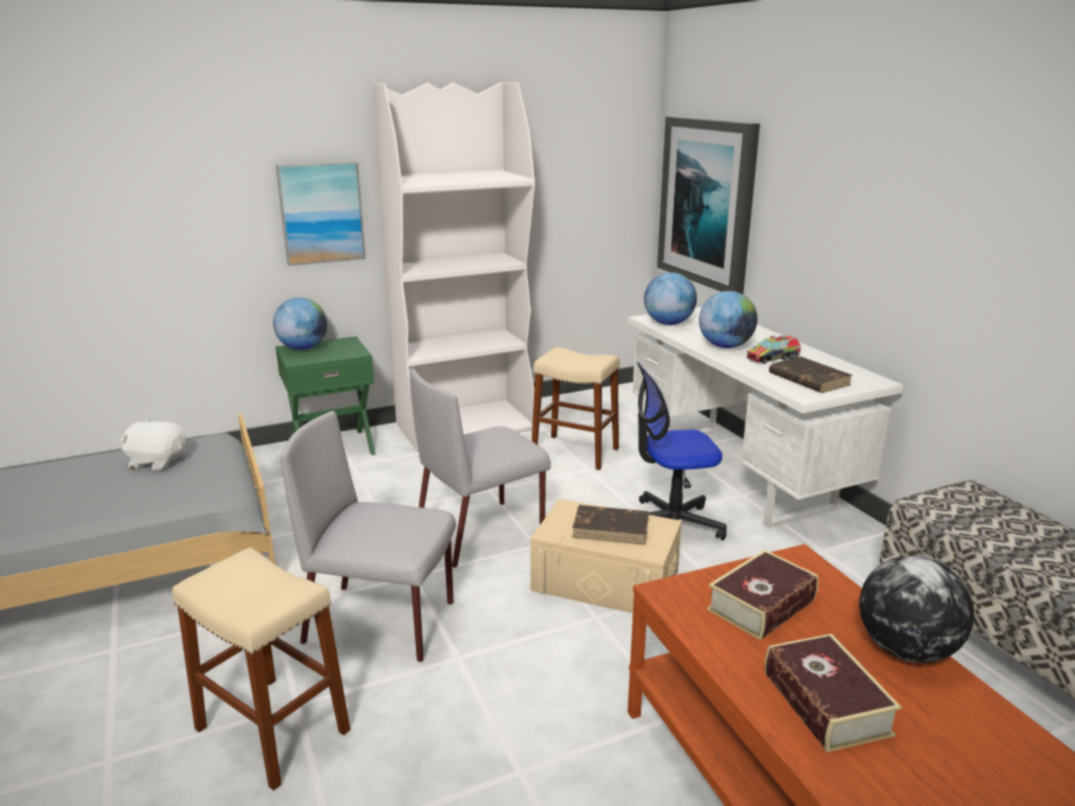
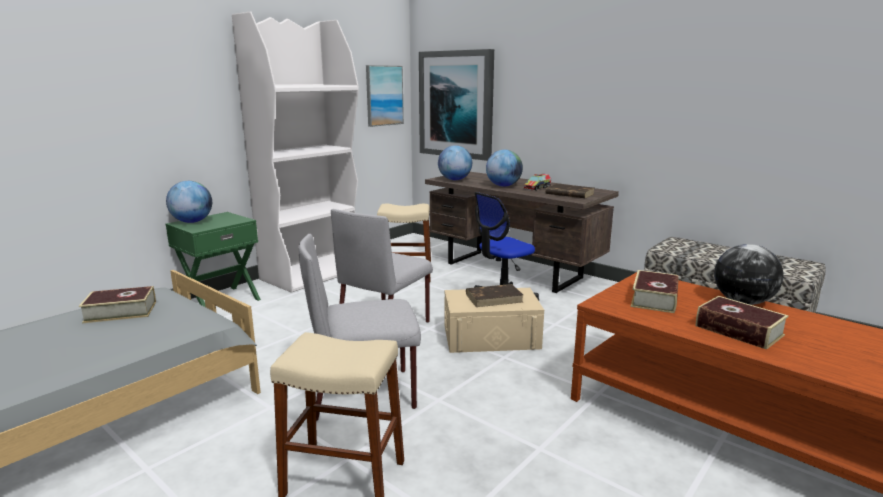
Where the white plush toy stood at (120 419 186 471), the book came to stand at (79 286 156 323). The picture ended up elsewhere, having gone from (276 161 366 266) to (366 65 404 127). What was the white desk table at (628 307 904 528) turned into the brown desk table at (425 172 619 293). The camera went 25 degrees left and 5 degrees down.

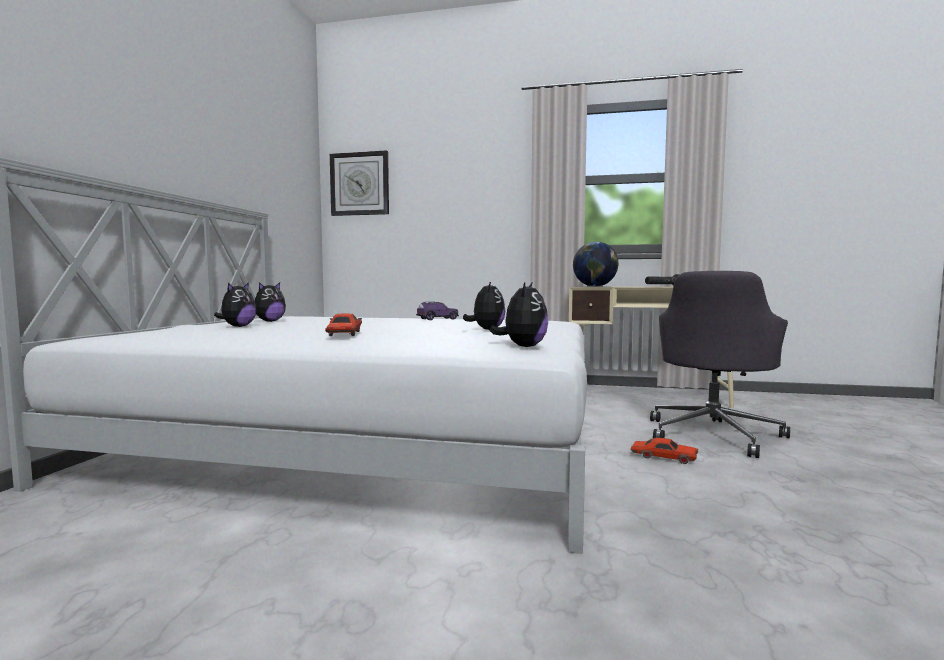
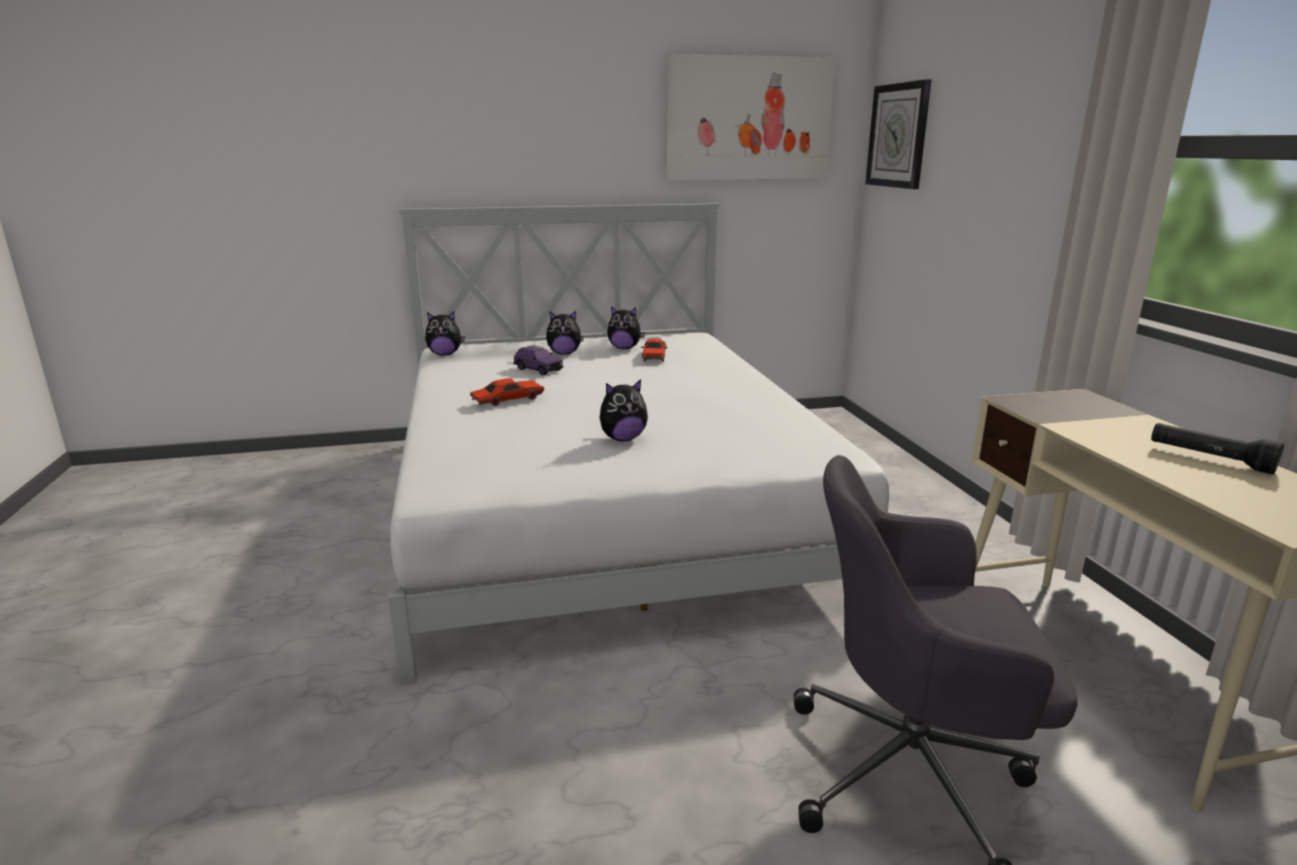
The plush toy ended up elsewhere, having gone from (490 281 548 347) to (425 312 465 355). The purple-coloured miniature car ended up elsewhere, having gone from (416 302 459 320) to (513 345 563 375). The red miniature car ended up elsewhere, having gone from (630 438 698 464) to (641 338 667 362). The second view gained the picture at (665 54 835 180). The second view lost the desk globe at (573 242 619 287). The camera went 65 degrees right and 15 degrees up.

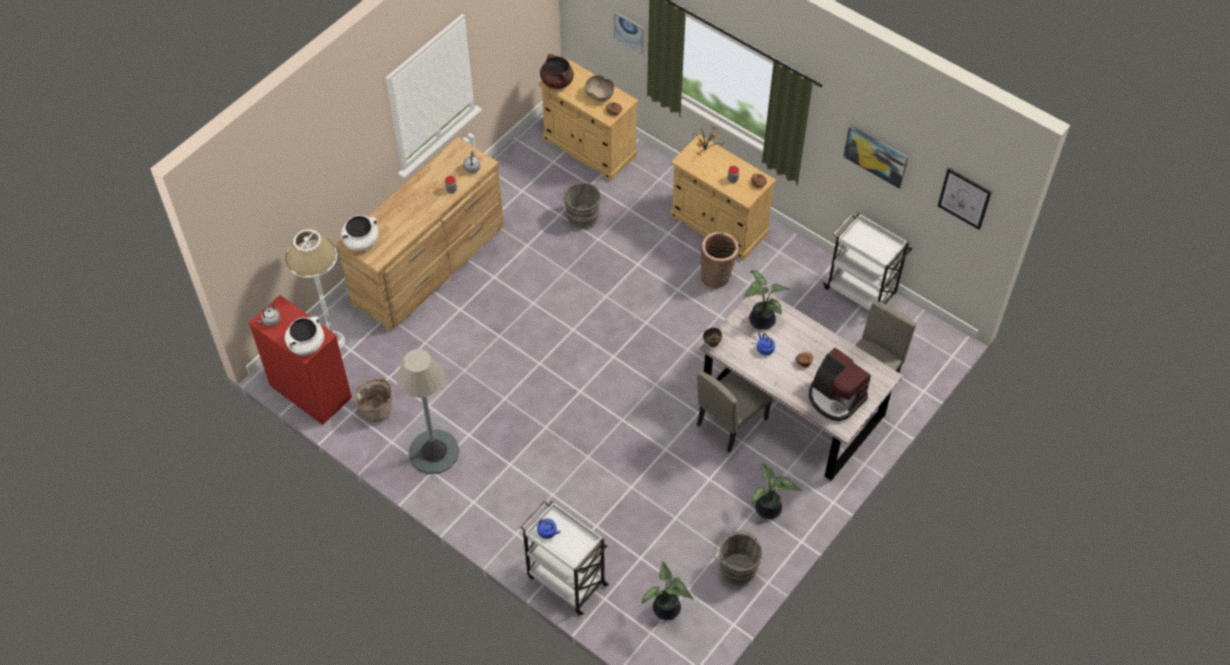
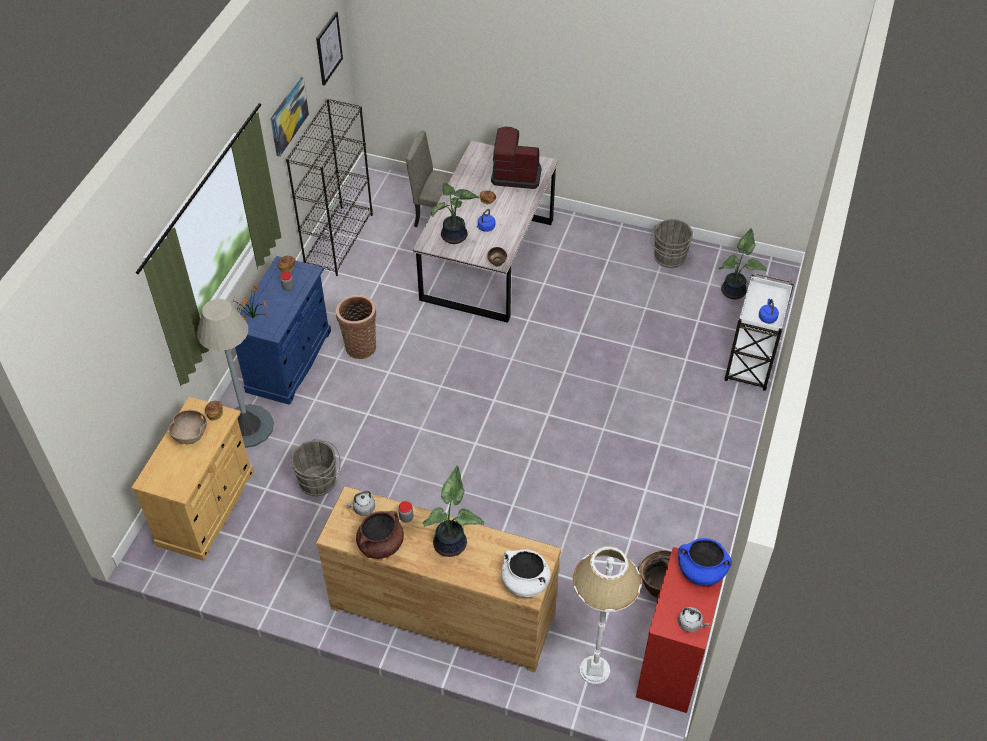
The gray standard lamp ended up elsewhere, having gone from (396 349 460 474) to (197 299 274 448). What was the beige cupboard at (670 135 776 260) turned into the blue-coloured cupboard at (235 256 331 405). Where the white trolley stood at (823 213 912 311), the blackish shelving unit came to stand at (286 98 373 276). The brown stockpot ended up elsewhere, having gone from (540 54 574 89) to (356 511 404 559). The houseplant ended up elsewhere, having gone from (752 463 802 519) to (423 466 484 557). The coffee machine at (809 348 871 421) ended up facing another way, 105 degrees counterclockwise from before. What was the white stockpot at (285 316 324 356) turned into the blue-coloured stockpot at (678 538 732 586). The second view lost the picture at (614 12 644 55). The second view lost the beige upright chair at (697 371 773 452). The camera went 110 degrees left and 5 degrees down.

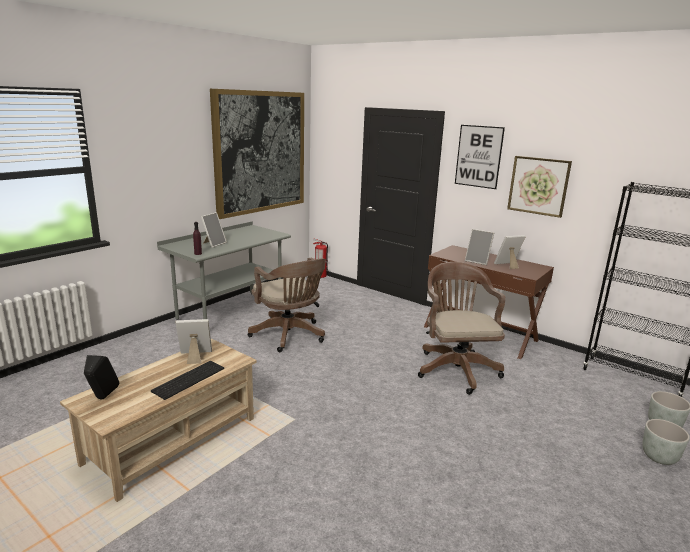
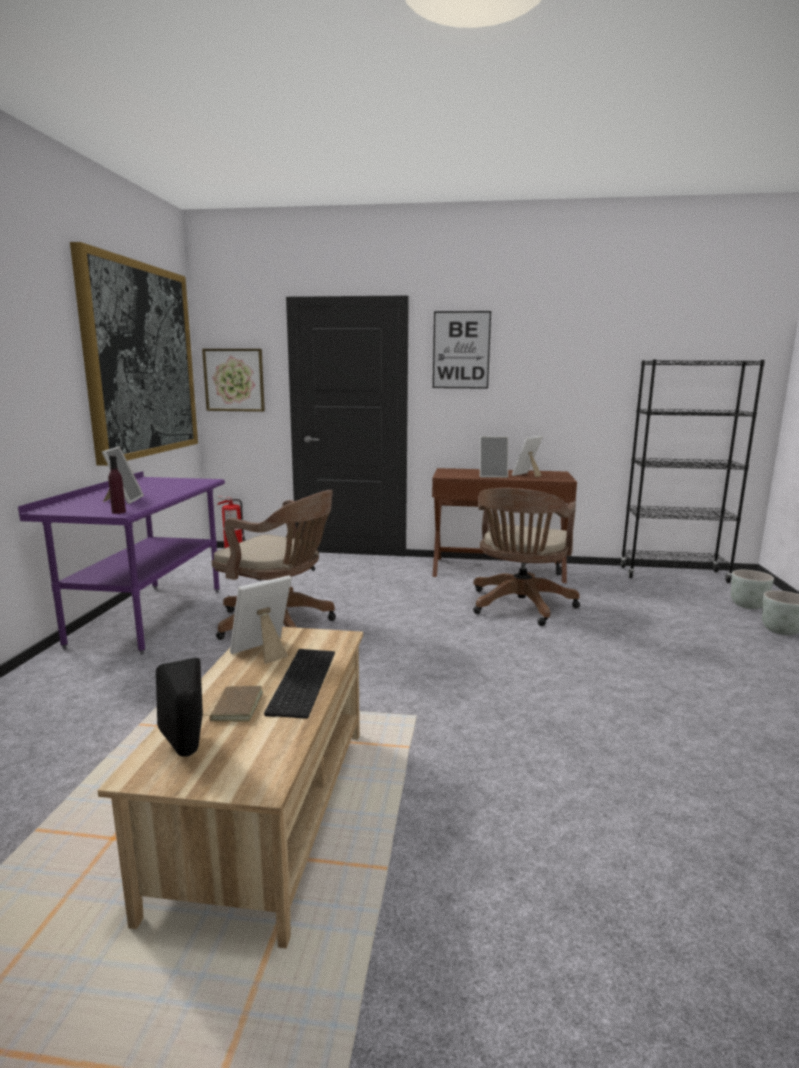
What was the gray desk table at (157 221 291 320) turned into the purple-coloured desk table at (18 471 225 655). The picture ended up elsewhere, having gone from (507 156 572 218) to (202 349 265 412). The second view gained the brown book at (203 686 263 722). The brown computer chair at (418 262 506 395) ended up facing another way, 120 degrees counterclockwise from before. The camera went 30 degrees left and 5 degrees down.

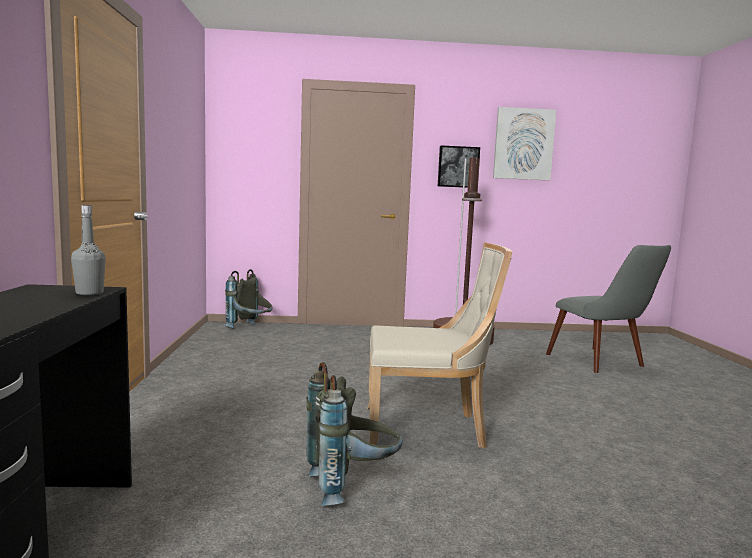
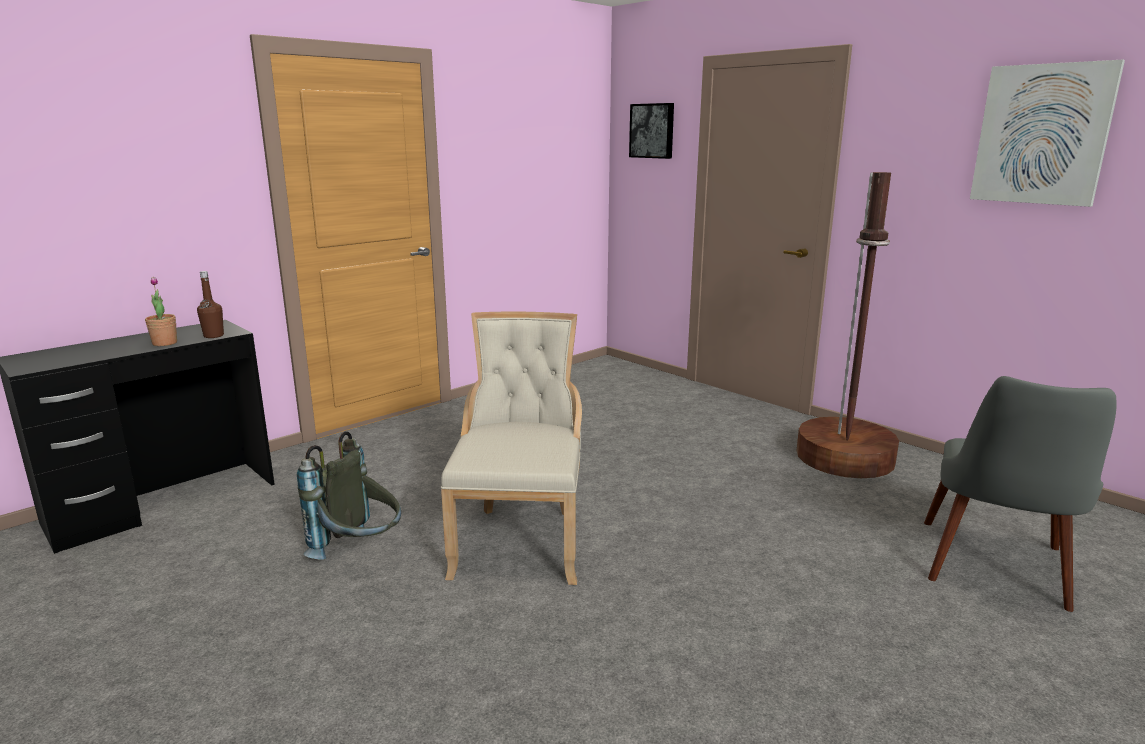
The second view gained the houseplant at (145 277 177 346). What was the gray drink bottle at (71 205 106 295) turned into the brown drink bottle at (197 271 224 338). The beige upright chair at (367 242 512 449) ended up facing another way, 135 degrees counterclockwise from before. The picture ended up elsewhere, having gone from (438 145 480 188) to (629 103 674 159). The second view lost the gray knapsack at (224 269 273 329). The camera went 50 degrees right and 10 degrees up.

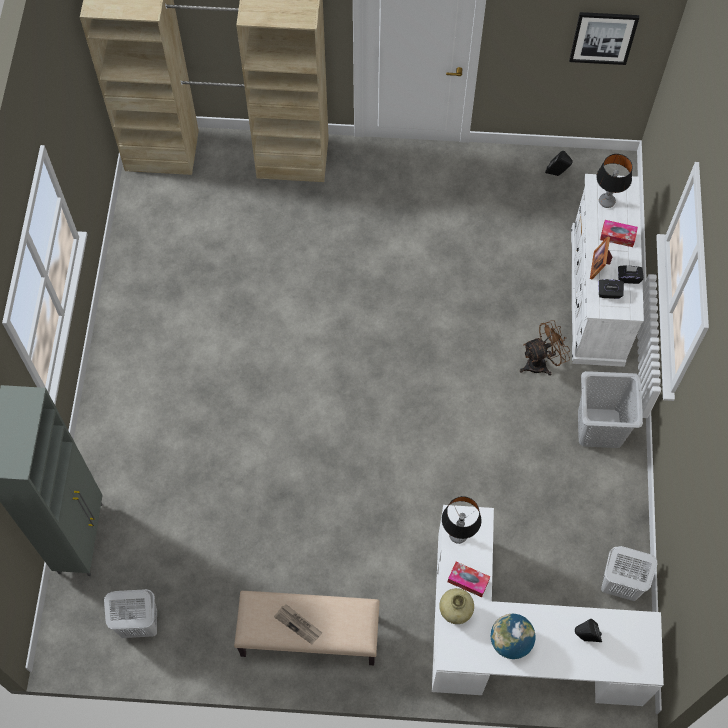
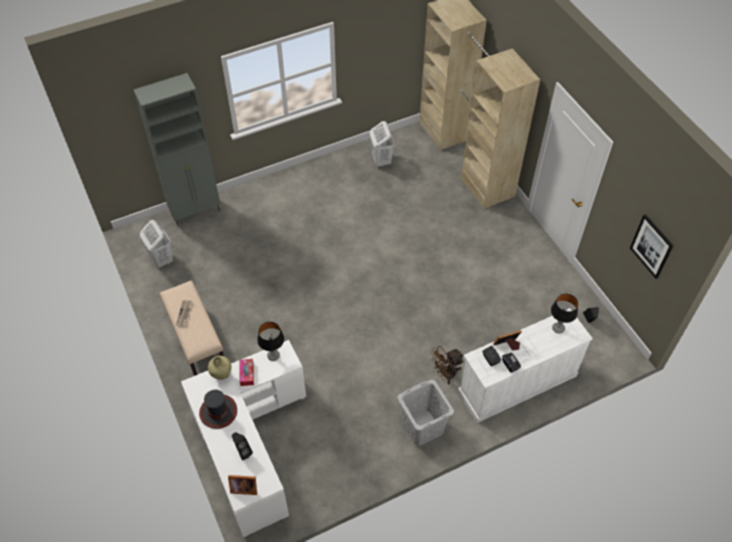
Where the desk globe stood at (491 614 535 659), the wearable hat came to stand at (199 390 237 429). The second view gained the standing frame at (228 475 257 495). The white laundry basket ended up elsewhere, having gone from (601 546 657 601) to (370 121 395 167). The brown fan at (520 320 570 376) ended up facing another way, 120 degrees clockwise from before. The second view lost the tissue holder at (600 220 638 247). The camera went 60 degrees right and 10 degrees down.

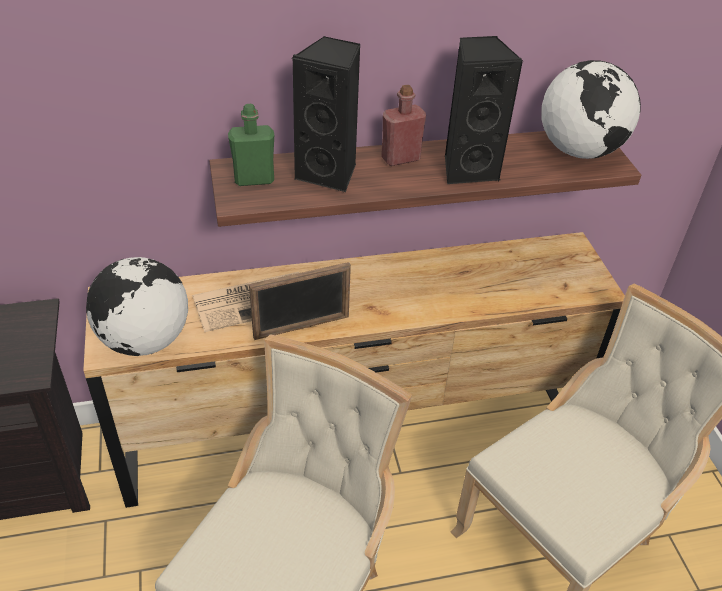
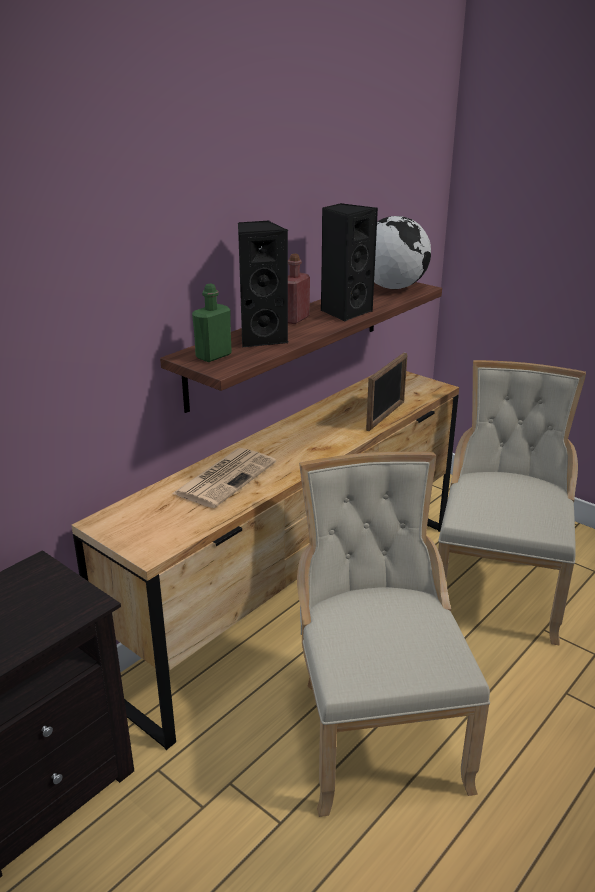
The standing frame ended up elsewhere, having gone from (249 262 351 340) to (366 353 407 431). The second view lost the desk globe at (86 257 188 356). The camera went 35 degrees left and 15 degrees down.

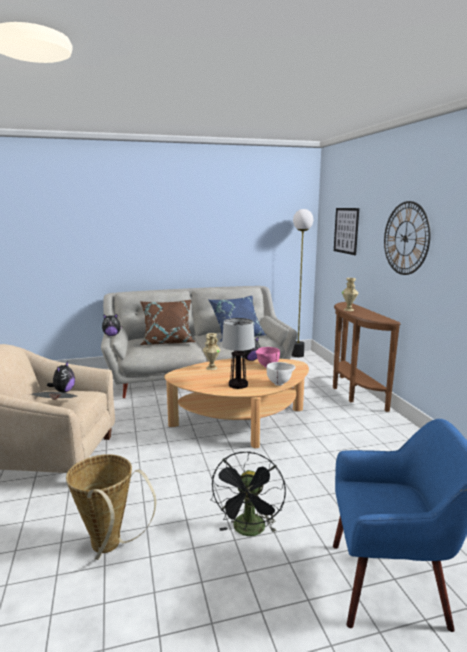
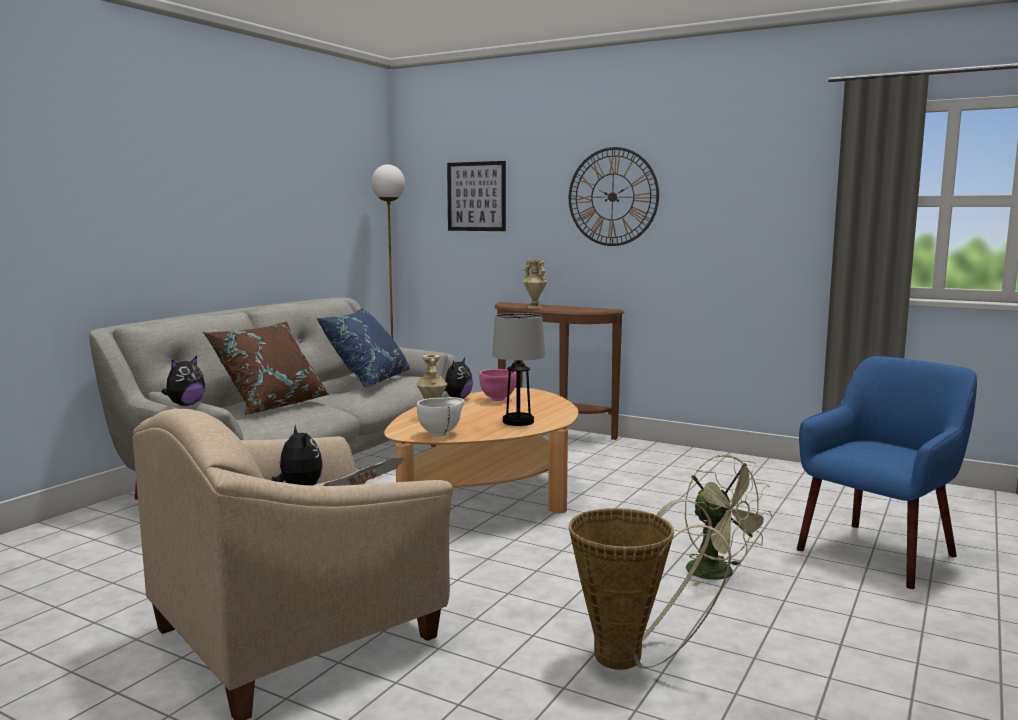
The white bowl ended up elsewhere, having gone from (266 362 295 386) to (417 397 465 437). What was the blackish fan at (211 452 286 536) turned into the green fan at (685 454 772 587). The camera went 45 degrees left and 5 degrees down.

